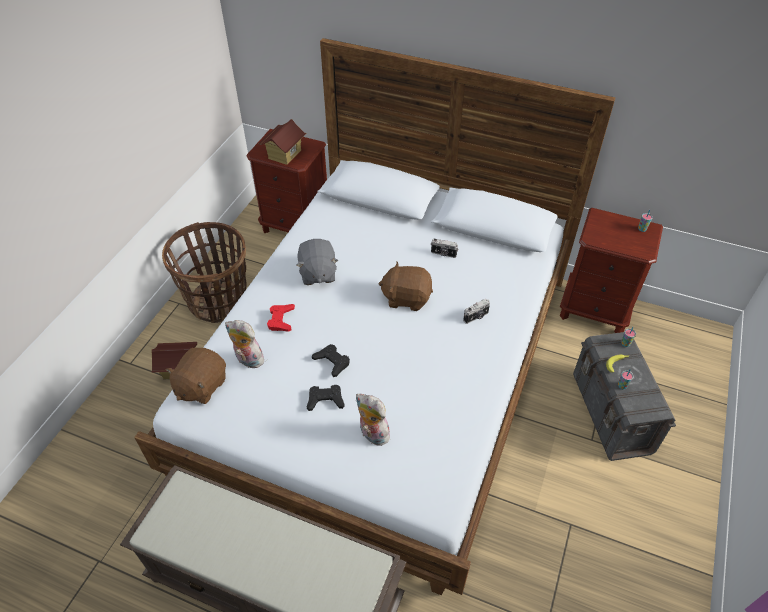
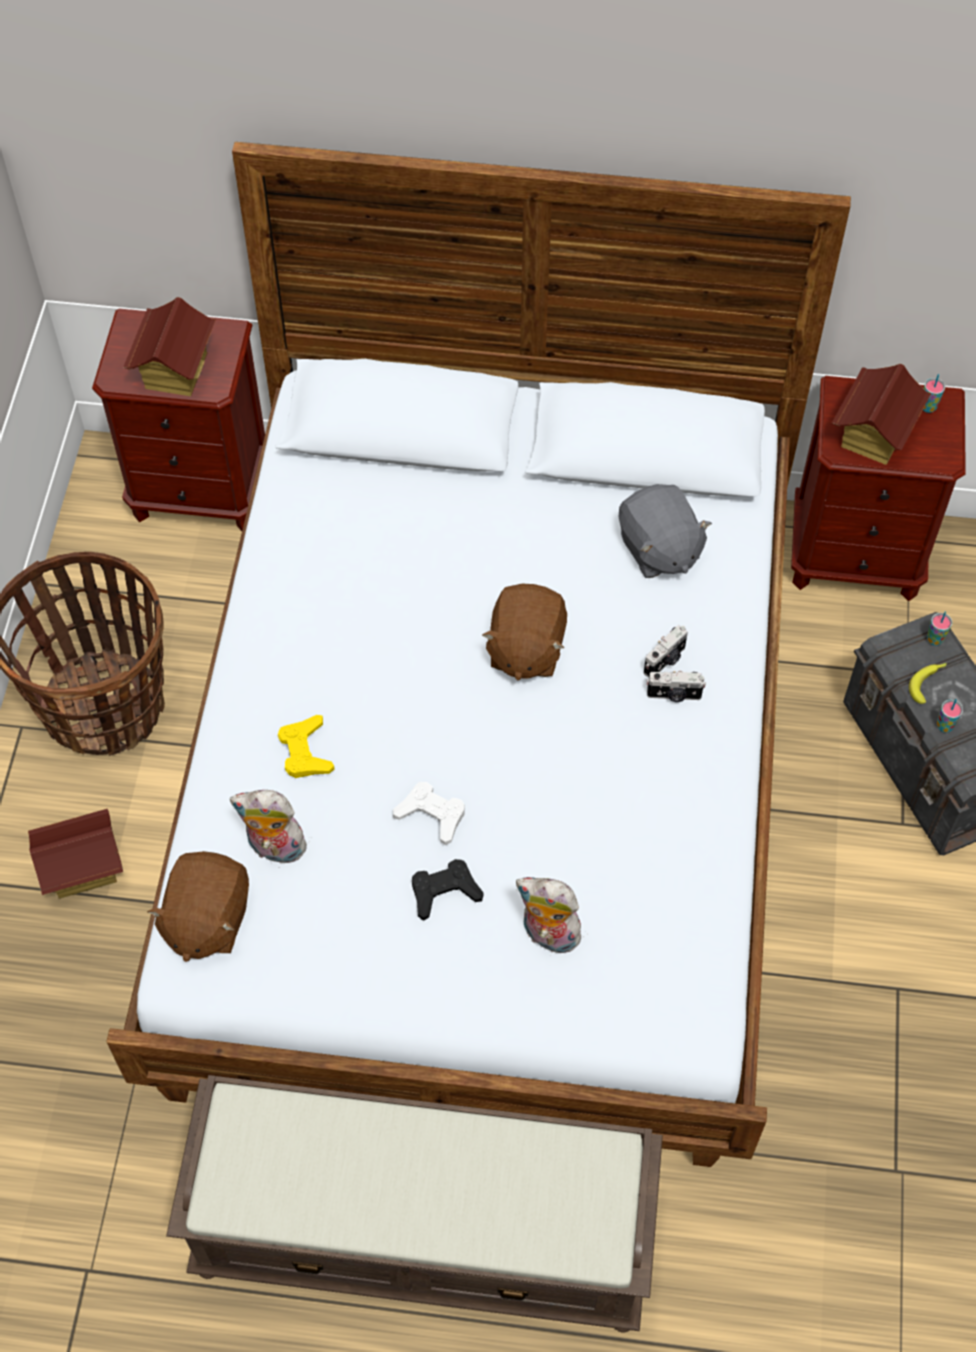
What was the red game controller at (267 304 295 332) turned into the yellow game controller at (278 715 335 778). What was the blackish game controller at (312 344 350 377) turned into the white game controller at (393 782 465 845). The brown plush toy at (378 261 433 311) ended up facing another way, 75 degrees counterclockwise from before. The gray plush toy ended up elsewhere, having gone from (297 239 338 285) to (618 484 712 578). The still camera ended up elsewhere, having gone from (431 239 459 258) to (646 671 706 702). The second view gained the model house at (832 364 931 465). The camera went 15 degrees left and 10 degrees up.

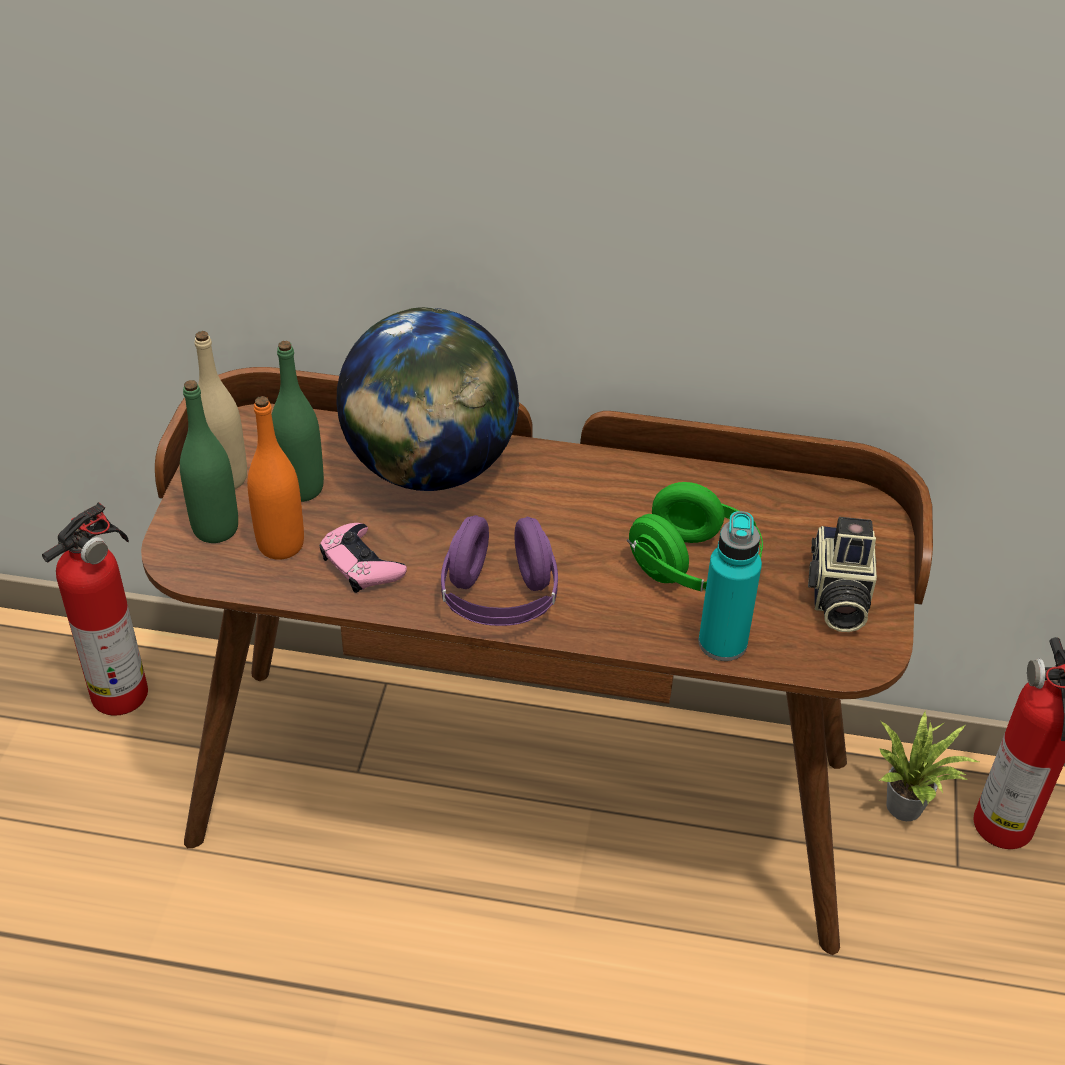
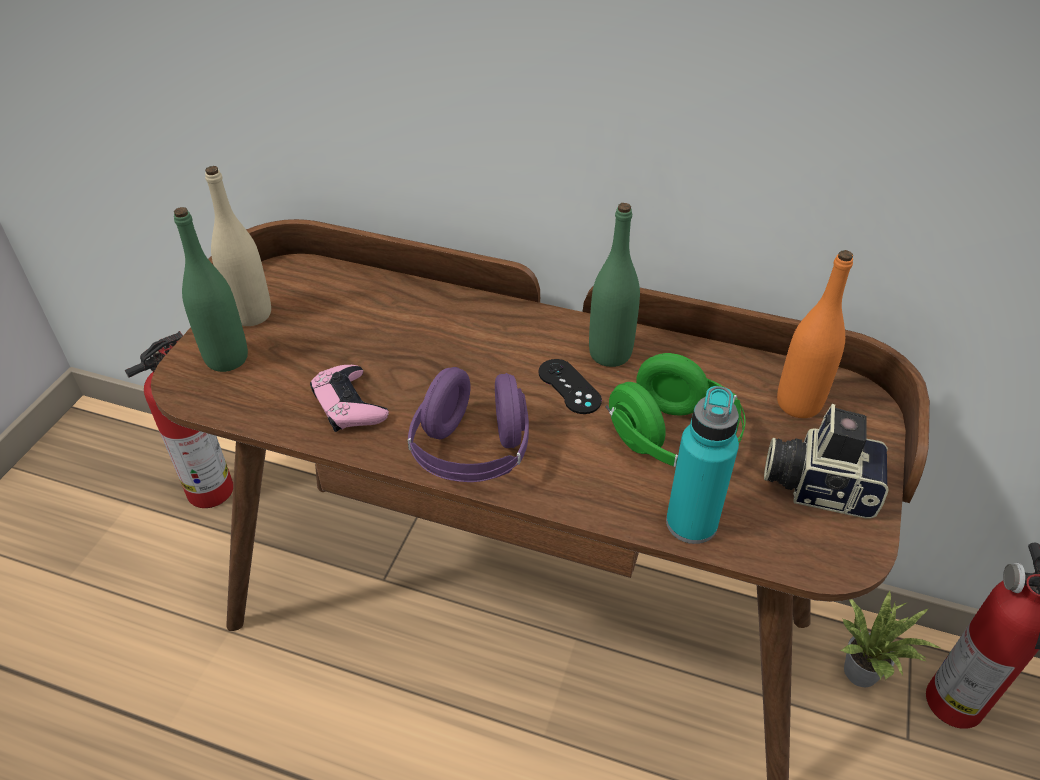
The second view gained the blackish game controller at (538 359 602 414). The green drink bottle ended up elsewhere, having gone from (272 341 324 502) to (589 203 640 367). The still camera at (808 517 877 632) ended up facing another way, 90 degrees clockwise from before. The orange-coloured drink bottle ended up elsewhere, having gone from (247 396 304 560) to (777 250 853 418). The second view lost the desk globe at (336 307 519 491). The camera went 10 degrees right and 0 degrees up.

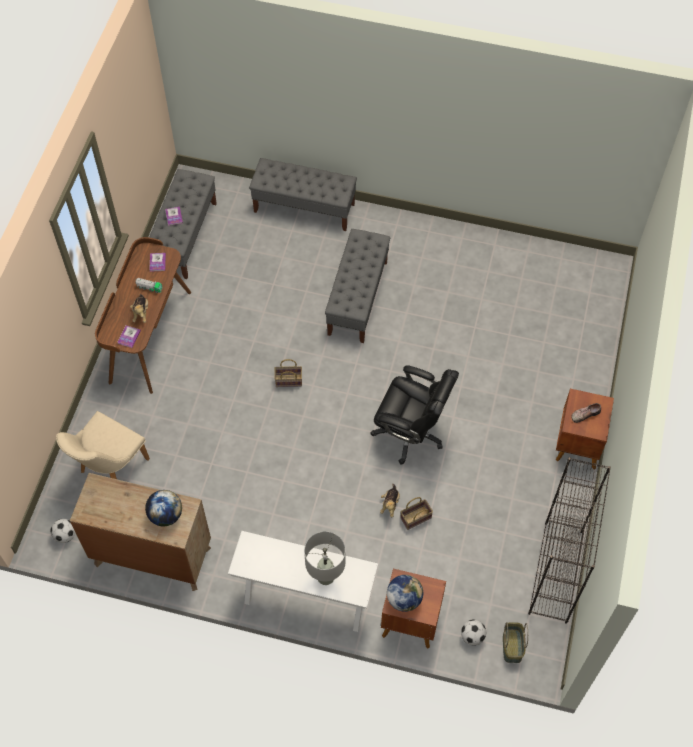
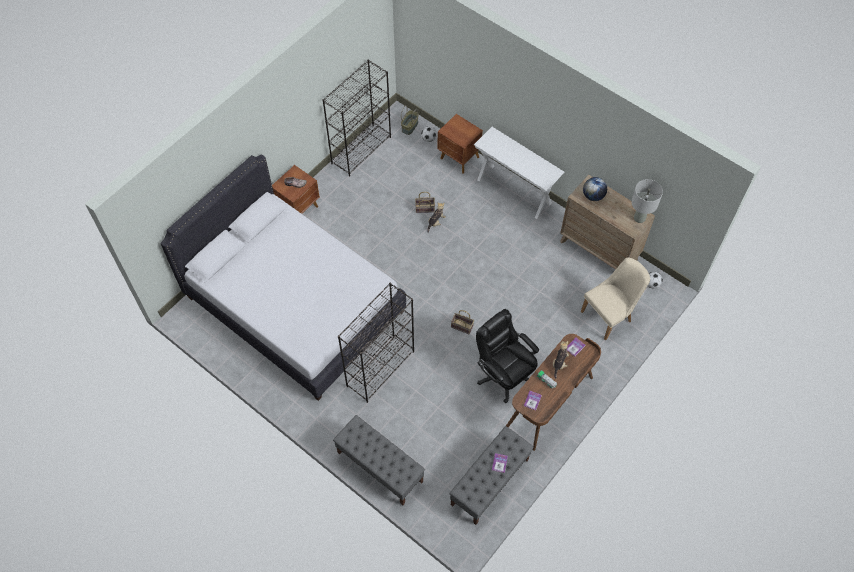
The second view gained the white bedroom bed at (160 155 406 401). Where the gray bench stood at (325 229 390 343), the blackish shelving unit came to stand at (338 282 414 403). The blackish computer chair ended up elsewhere, having gone from (370 365 459 465) to (476 309 539 403). The gray table lamp ended up elsewhere, having gone from (304 531 345 585) to (631 179 663 223). The second view lost the desk globe at (387 575 423 612). The camera went 155 degrees left and 0 degrees up.

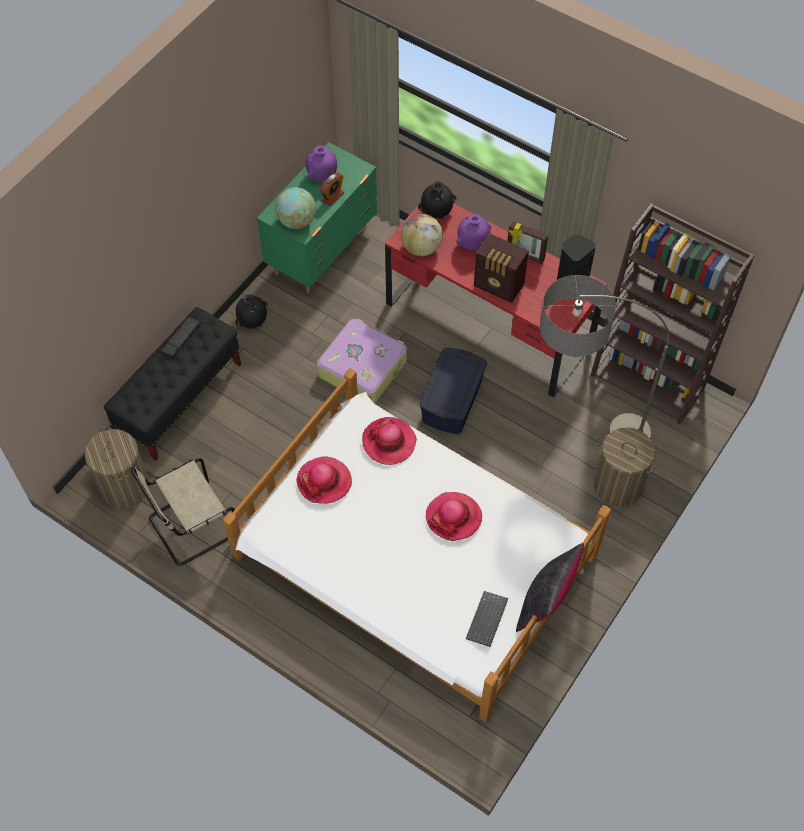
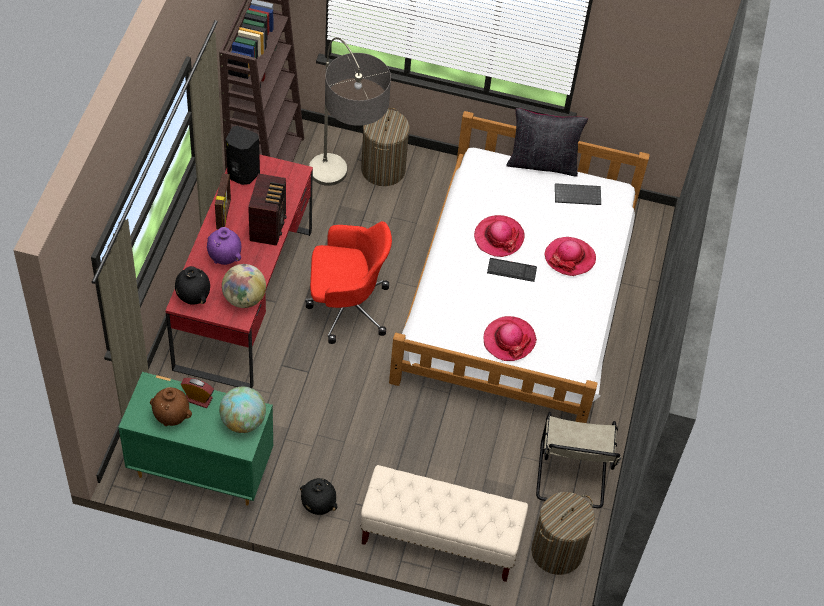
What was the purple-coloured flower vase at (305 145 337 181) turned into the brown flower vase at (150 387 192 426). Where the blue-coloured storage bin stood at (420 348 487 434), the red computer chair came to stand at (305 221 392 344). What was the blackish bench at (104 307 241 461) turned into the beige bench at (360 465 528 582). The keyboard ended up elsewhere, having gone from (159 316 201 357) to (487 258 537 282). The beige upright chair at (131 458 235 566) ended up facing another way, 60 degrees clockwise from before. The wearable hat ended up elsewhere, having gone from (362 417 417 465) to (545 237 596 276). The second view lost the travel case at (317 319 407 404). The camera went 115 degrees left and 5 degrees down.

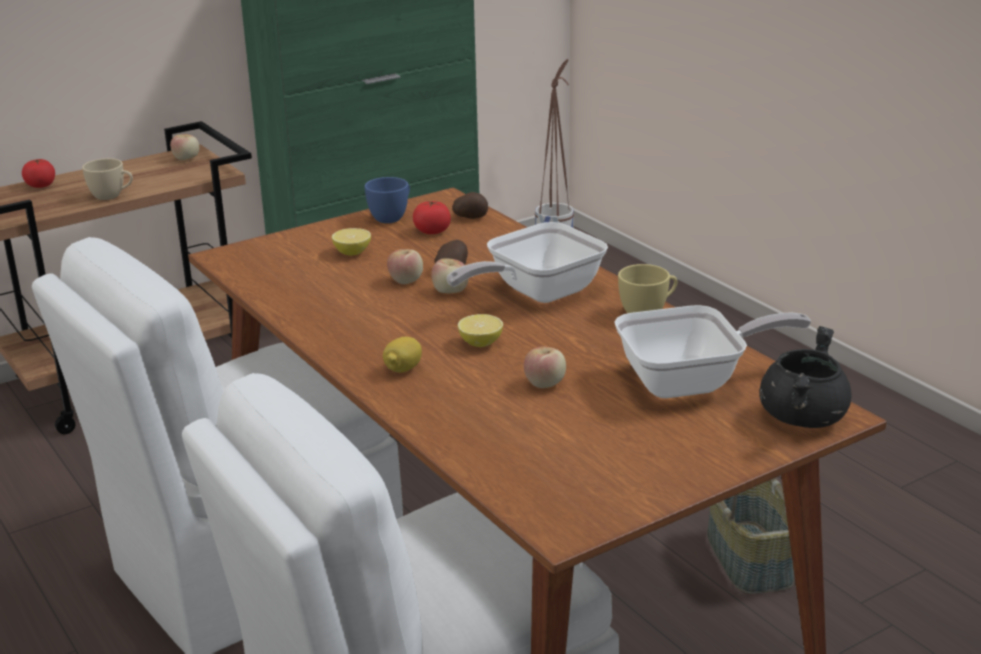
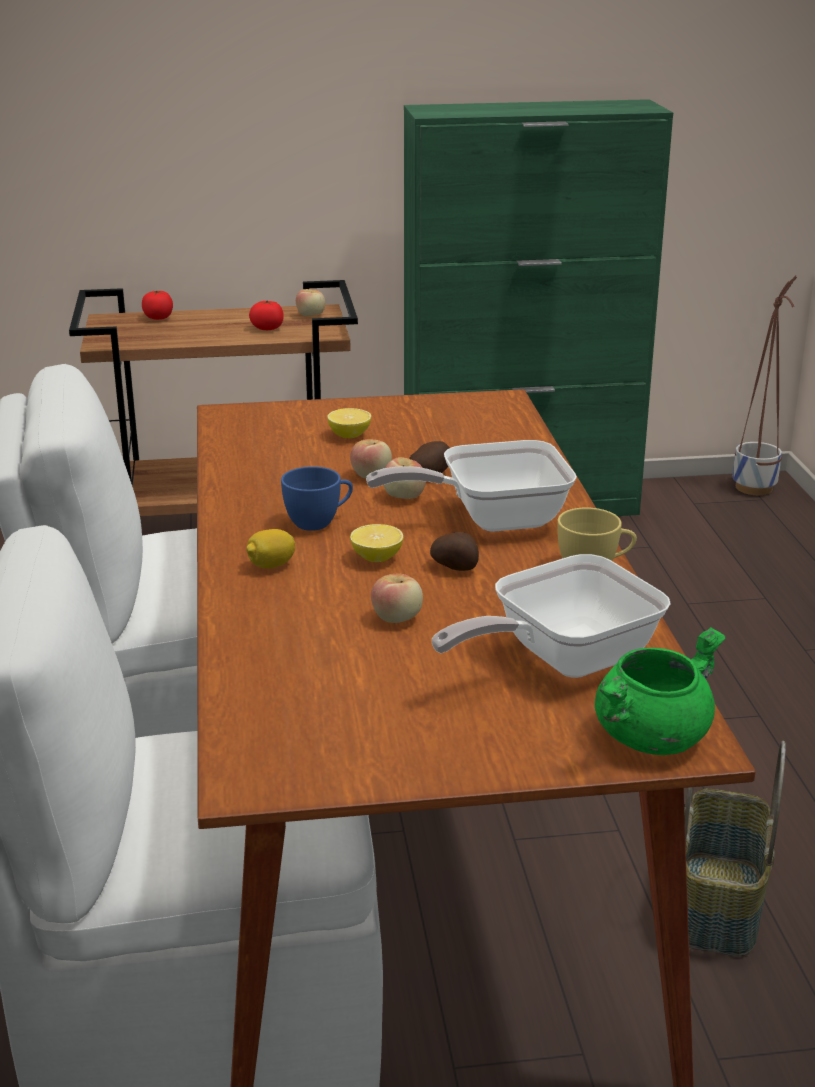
The tomato ended up elsewhere, having gone from (413 201 451 234) to (249 301 284 330). The blue-coloured small cup ended up elsewhere, having gone from (365 177 410 223) to (281 466 353 531). The whole potato ended up elsewhere, having gone from (452 192 488 219) to (430 532 479 571). The pan at (615 305 811 398) ended up facing another way, 135 degrees clockwise from before. What was the blackish stockpot at (759 326 852 428) turned into the green stockpot at (595 627 725 755). The second view lost the beige small cup at (82 158 133 200). The camera went 25 degrees right and 0 degrees up.

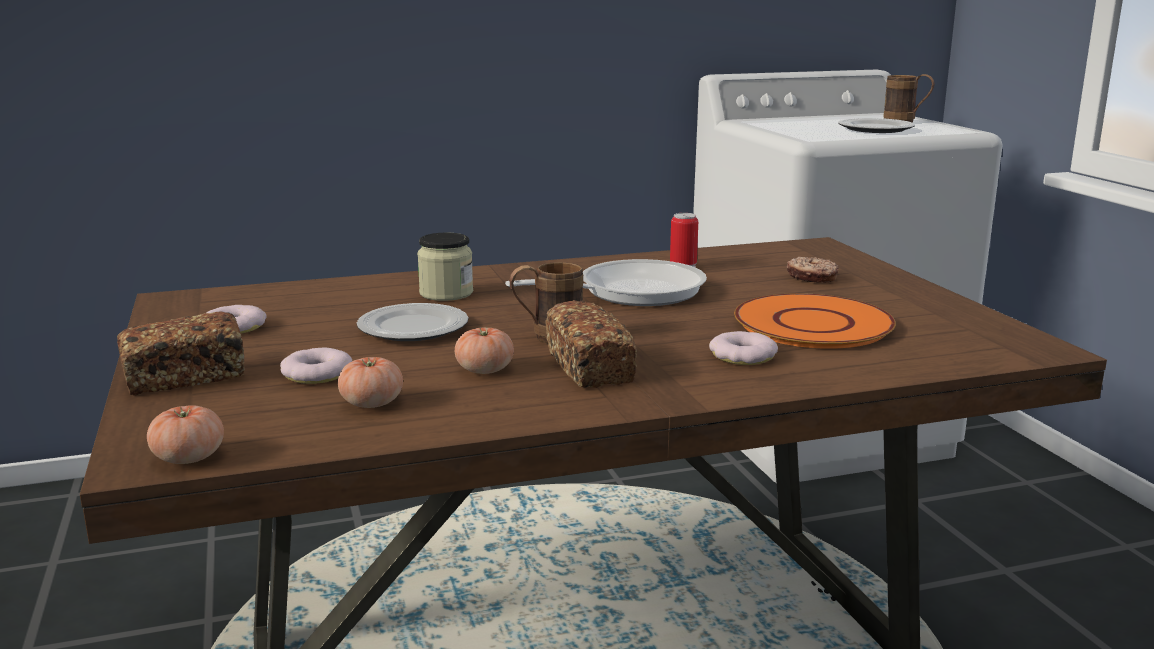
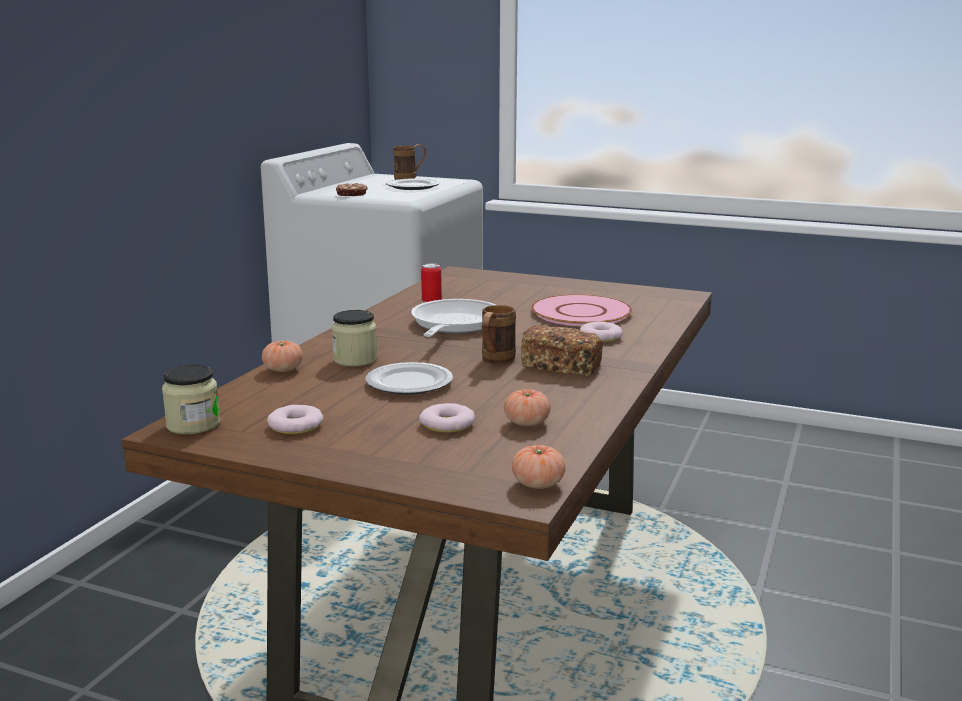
The second view gained the storage jar at (162 365 220 434). The tomato ended up elsewhere, having gone from (455 327 514 374) to (262 341 303 372). The ring doughnut ended up elsewhere, having gone from (787 257 839 283) to (336 183 368 196). What was the orange-coloured dinner plate at (734 293 896 349) turned into the pinkish dinner plate at (531 294 632 326). The second view lost the bakery bread at (117 312 244 396). The camera went 50 degrees left and 0 degrees up.

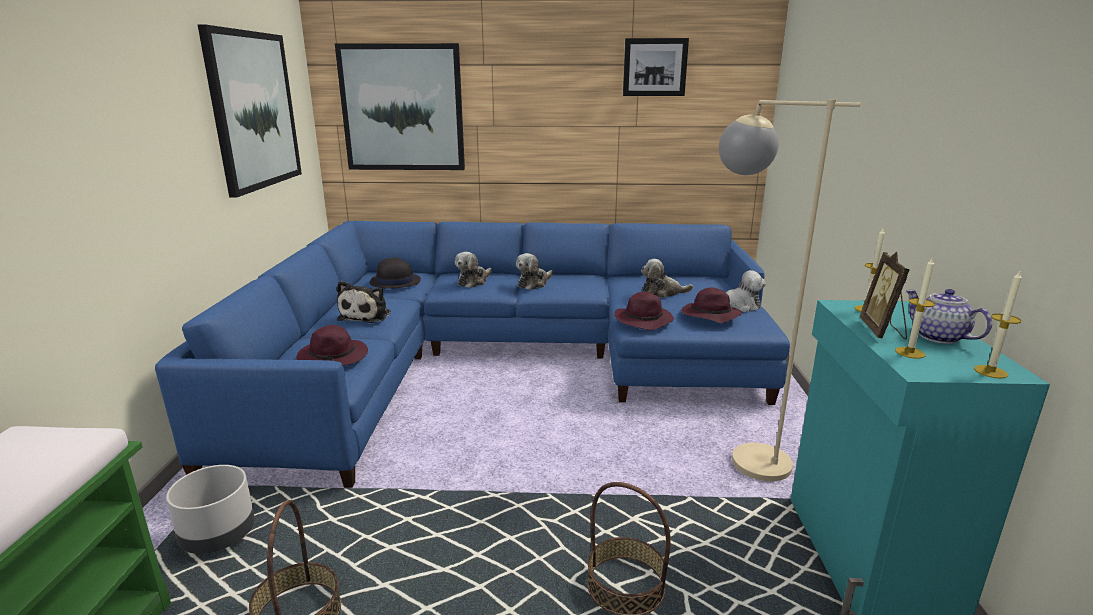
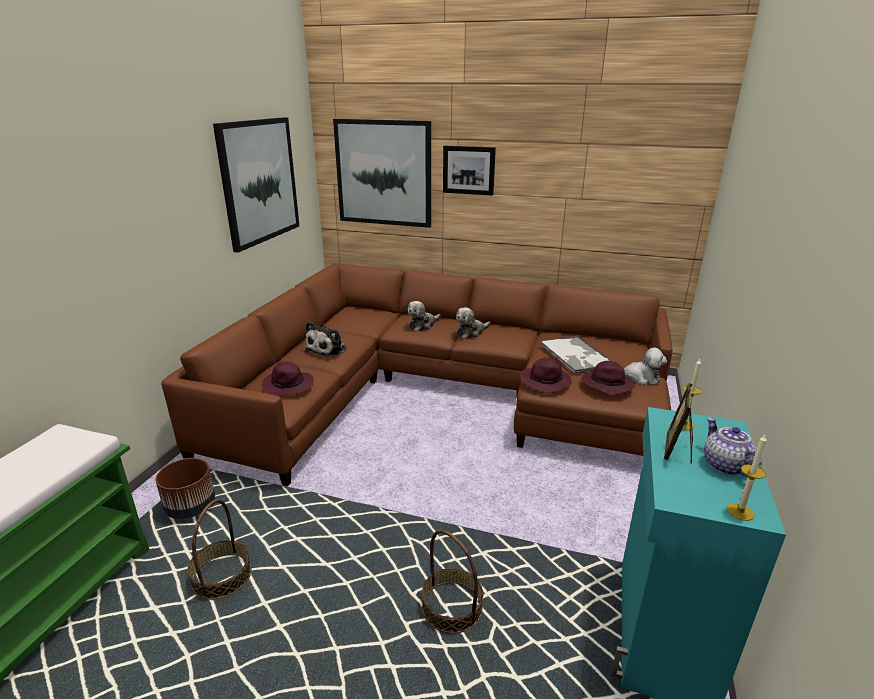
What was the gray flower pot at (166 465 255 554) turned into the brown flower pot at (156 458 215 519). What was the blue-coloured couch at (155 221 790 488) turned into the brown couch at (161 263 673 486). The picture ended up elsewhere, having gone from (623 38 689 96) to (443 146 496 196). Where the plush toy stood at (641 259 693 298), the tray came to stand at (540 336 612 374). The second view lost the blackish wearable hat at (370 257 421 289). The second view lost the beige standard lamp at (719 99 861 481). The second view lost the wax light at (895 258 935 359). The camera went 15 degrees right and 5 degrees up.

